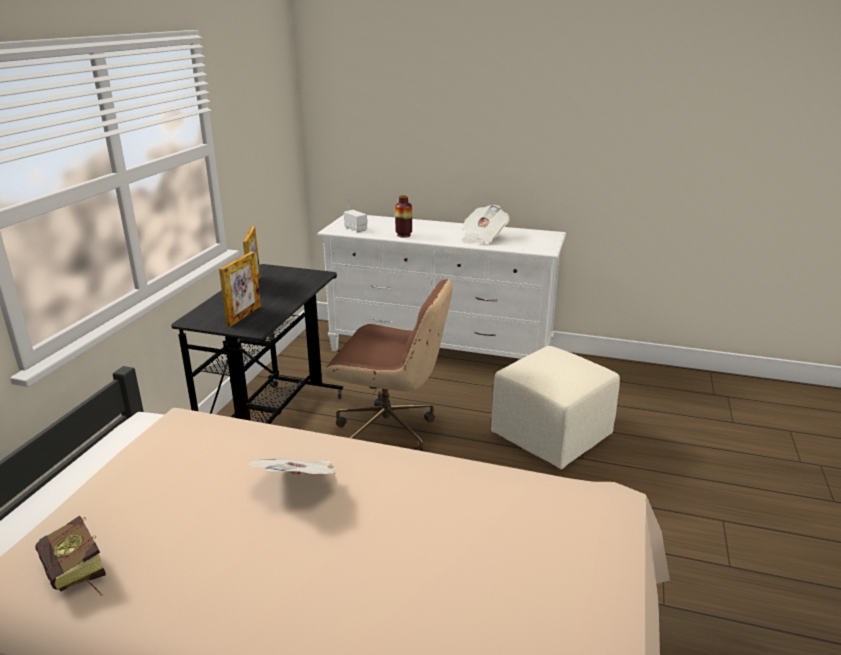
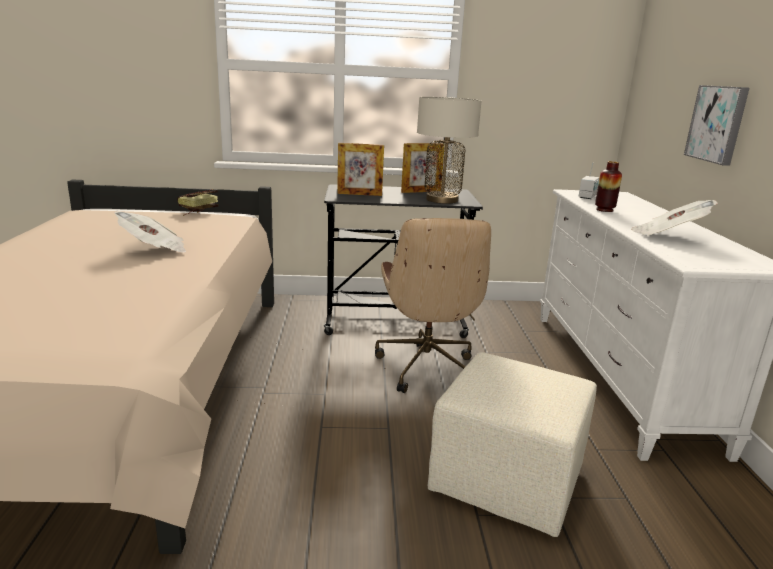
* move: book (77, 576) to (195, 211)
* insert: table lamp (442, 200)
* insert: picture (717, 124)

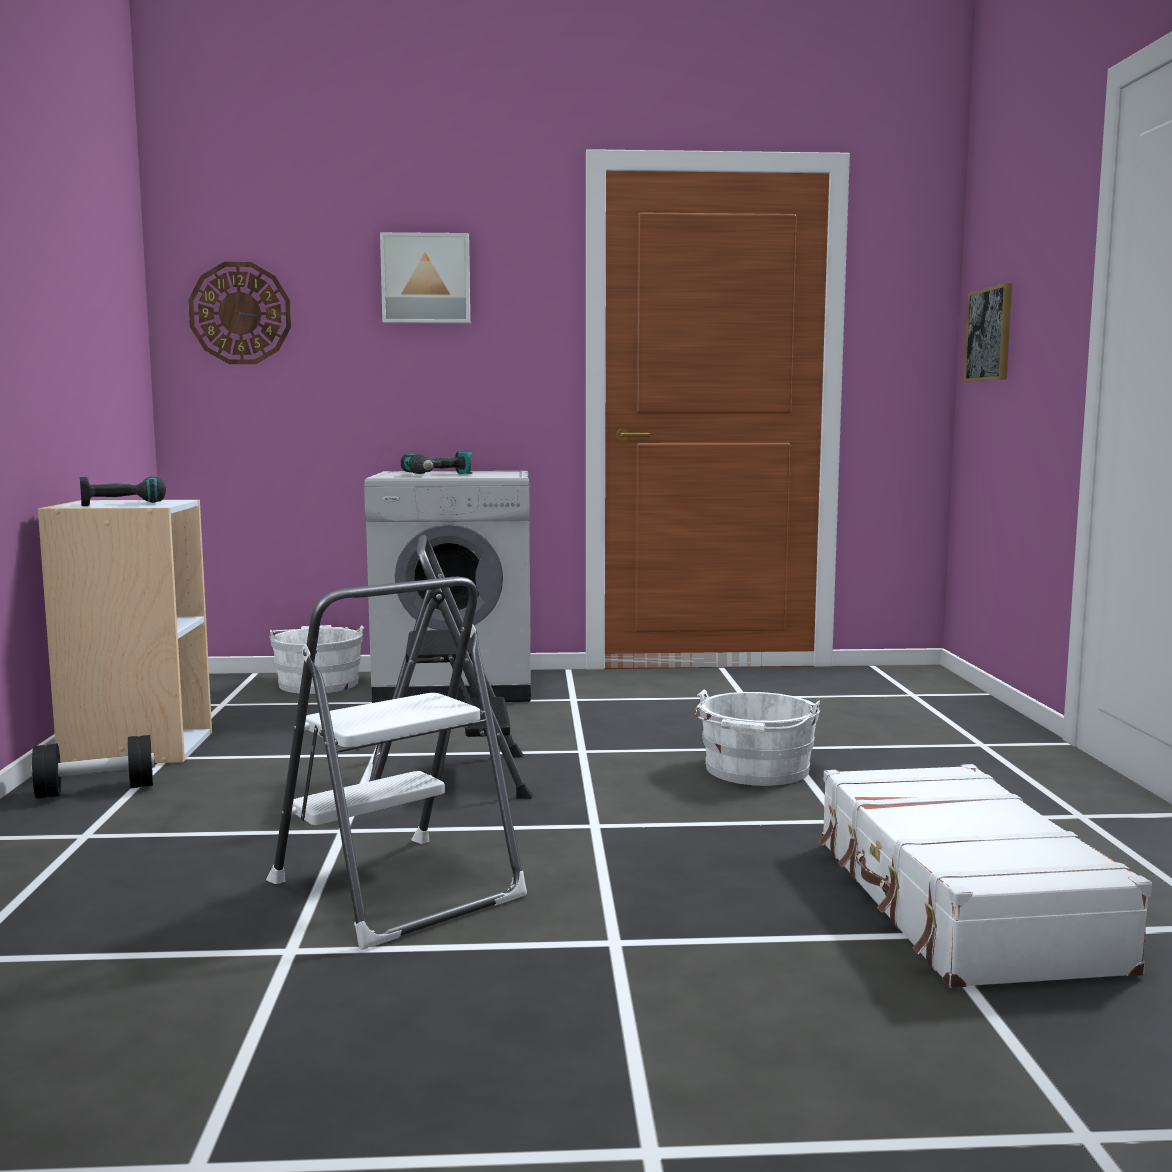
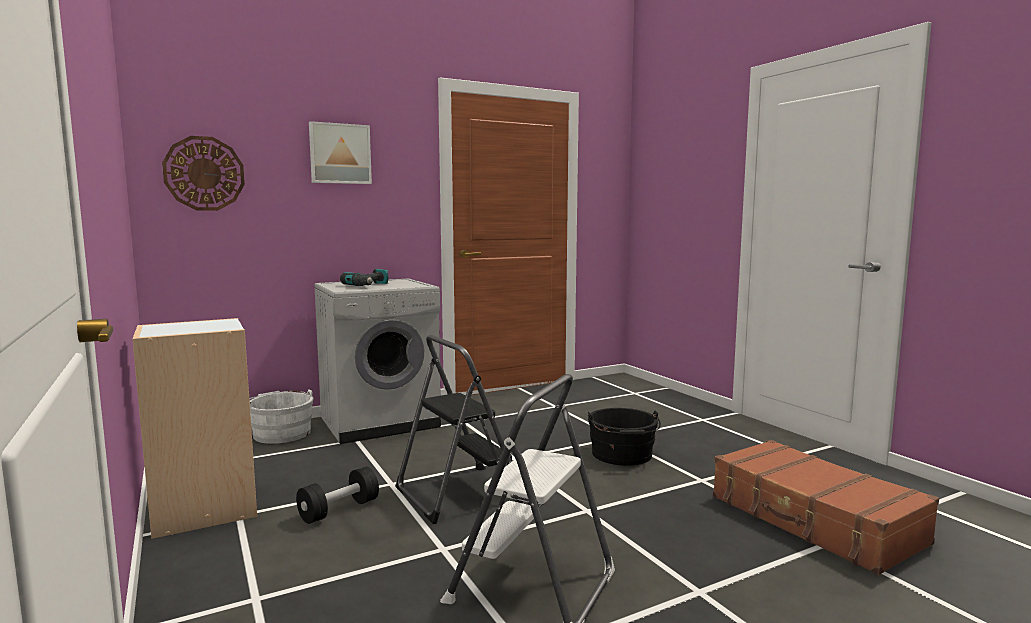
* move: black dumbbell (96, 791) to (339, 510)
* recolor: white bucket (755, 771) to black bucket (622, 455)
* recolor: white suitcase (958, 903) to brown suitcase (814, 520)
* delete: power drill (124, 503)
* delete: picture (990, 334)

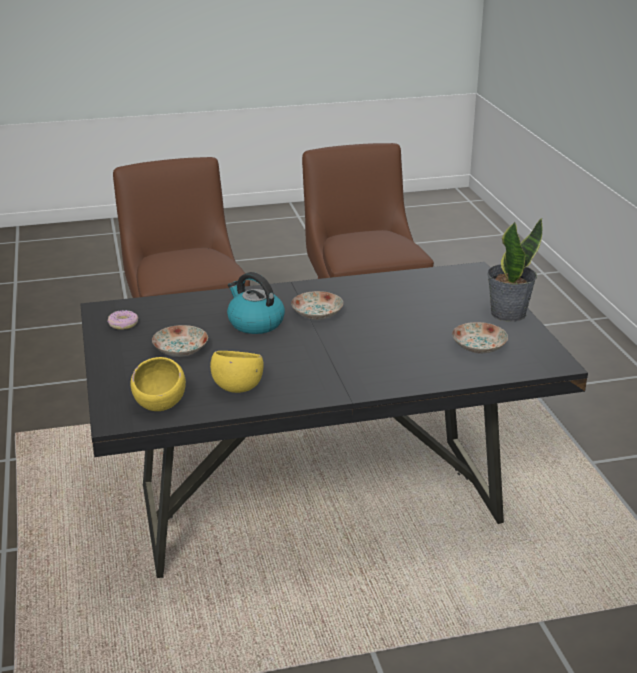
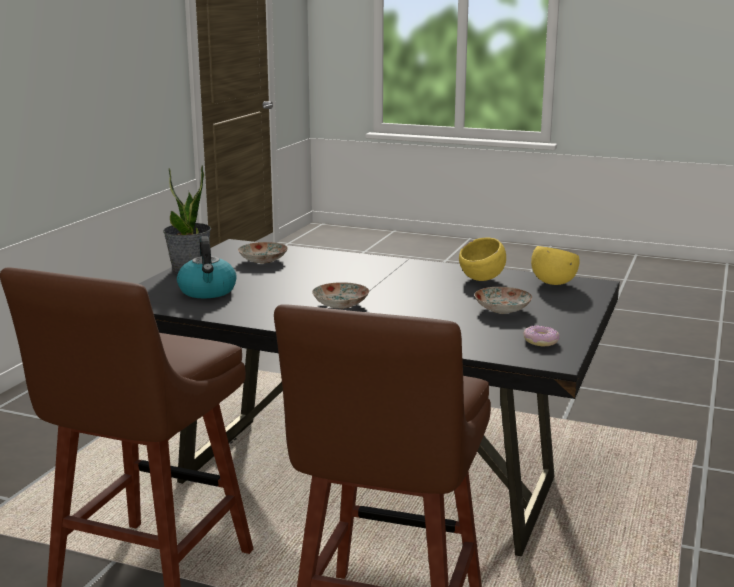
* move: kettle (255, 323) to (208, 291)

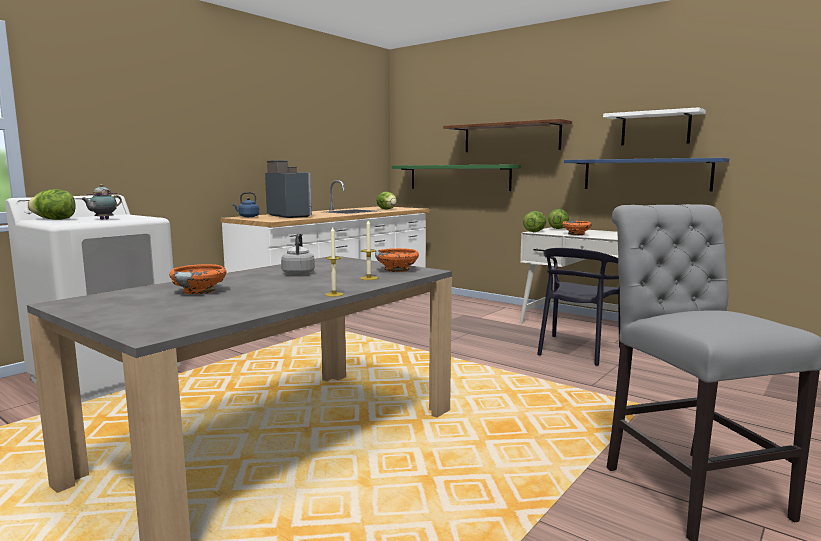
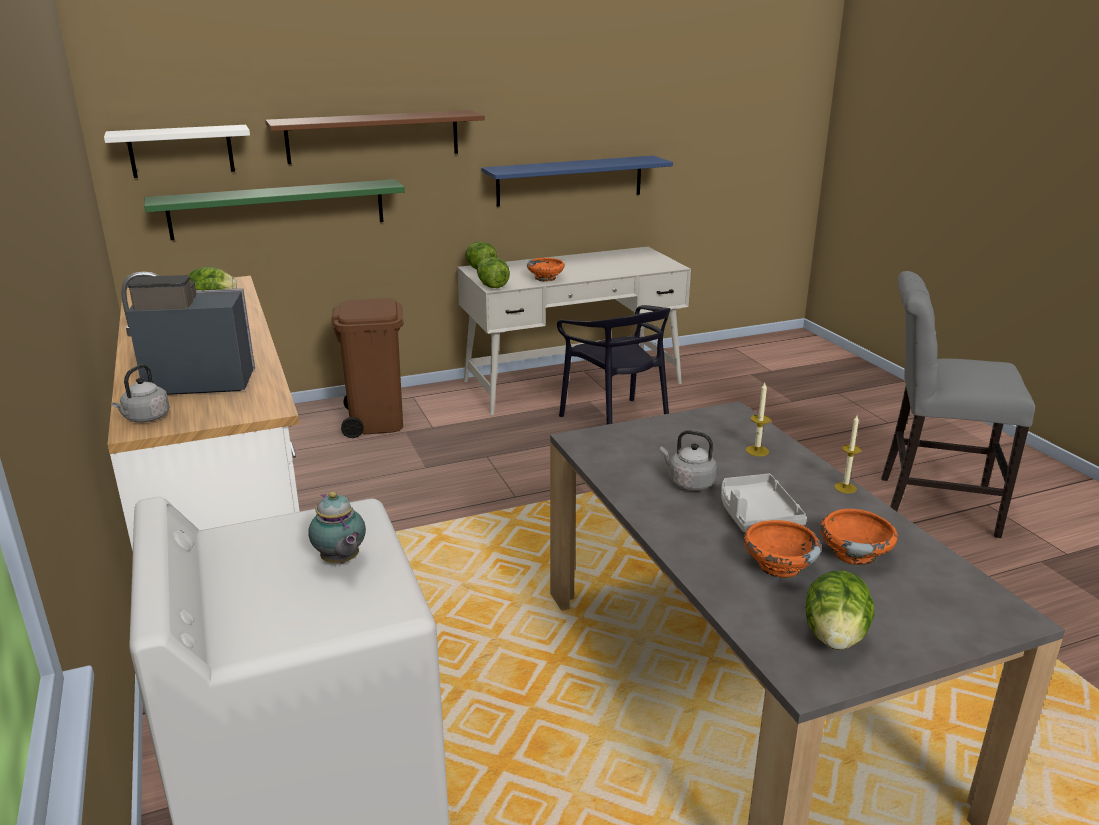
* move: white shelf (655, 128) to (181, 151)
* recolor: blue kettle (247, 217) to grey kettle (145, 418)
* insert: brown trash can (376, 421)
* insert: grey tray (756, 514)
* move: lettuce (55, 219) to (835, 637)
* move: orange bowl (397, 270) to (855, 554)

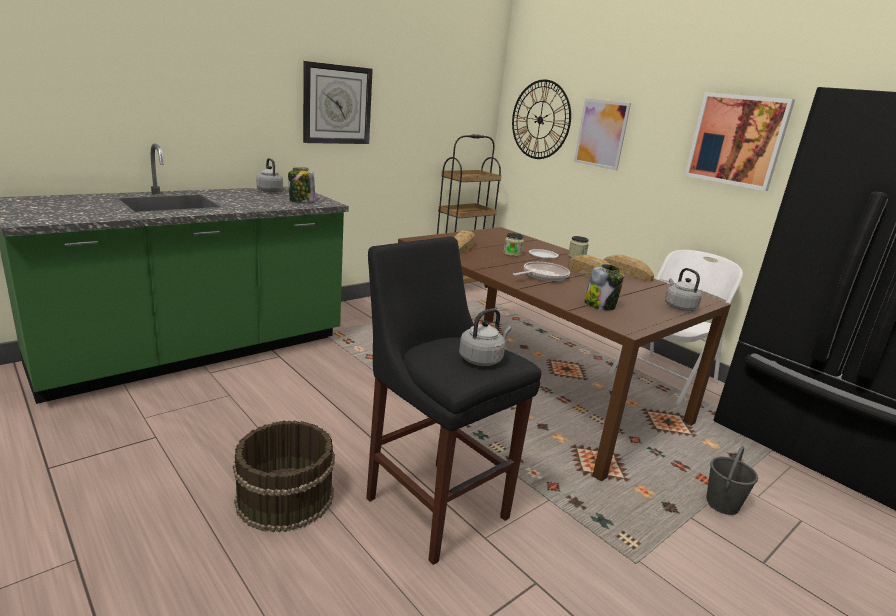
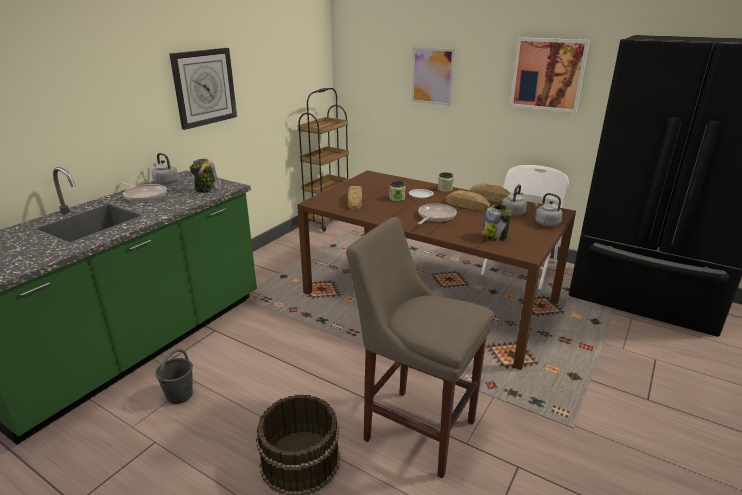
* insert: frying pan (144, 195)
* move: grey bucket (722, 504) to (180, 395)
* recolor: black stool (433, 503) to beige stool (415, 427)
* move: grey kettle (482, 359) to (513, 212)
* delete: wall clock (540, 120)

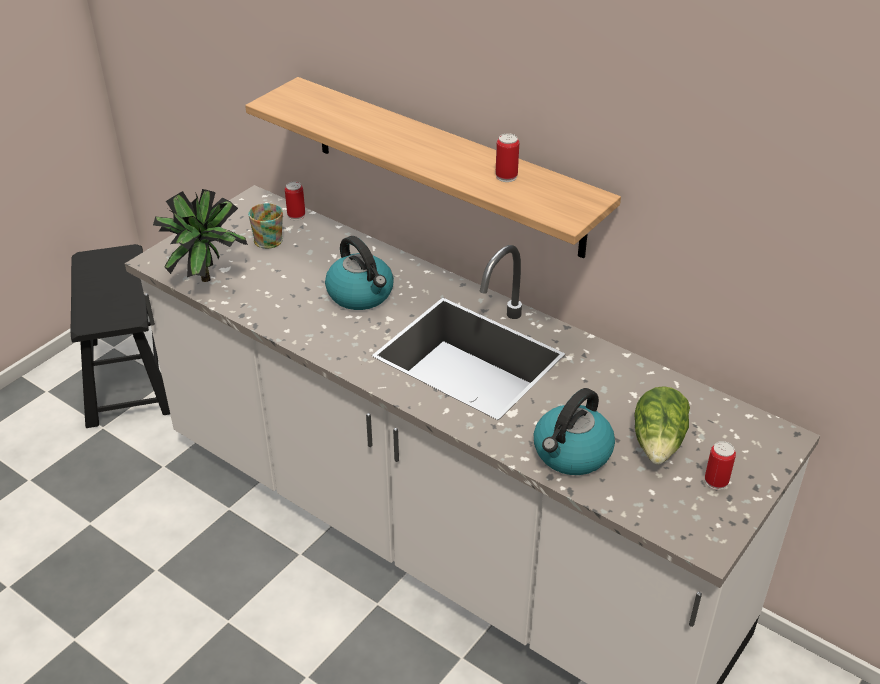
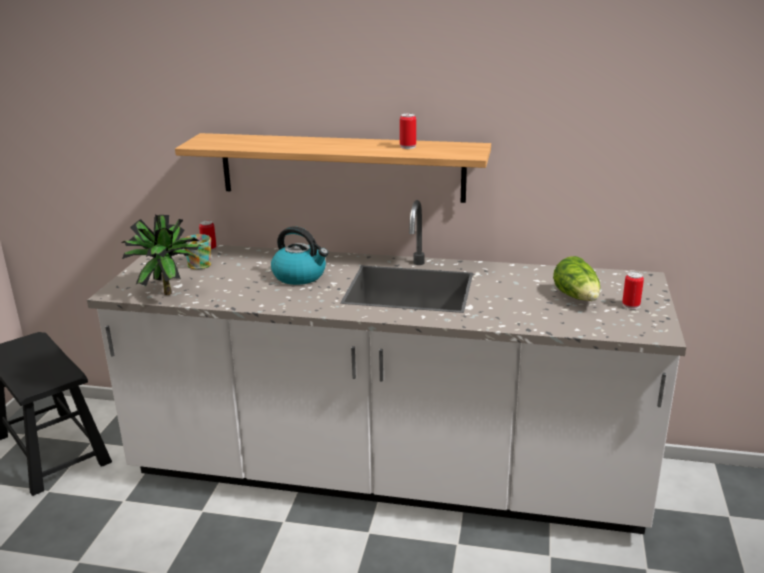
* delete: kettle (571, 453)

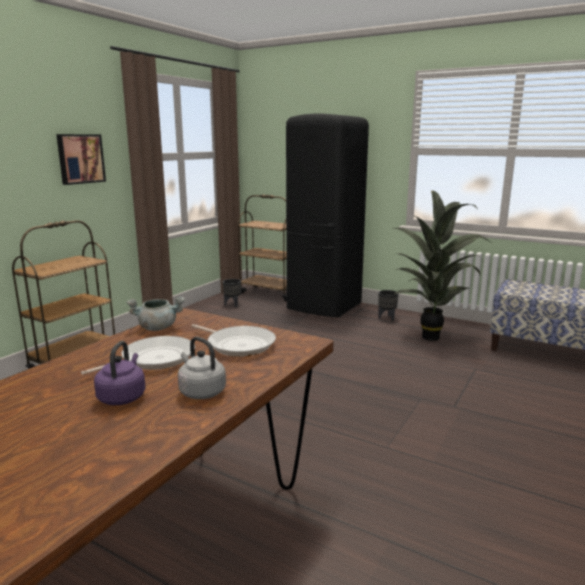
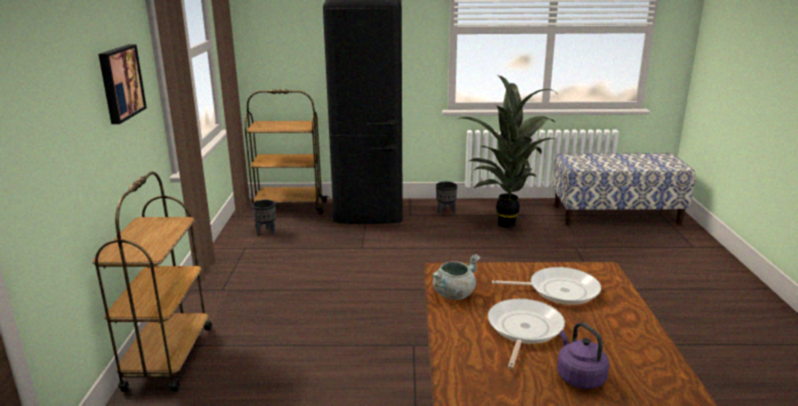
* delete: grey kettle (201, 391)

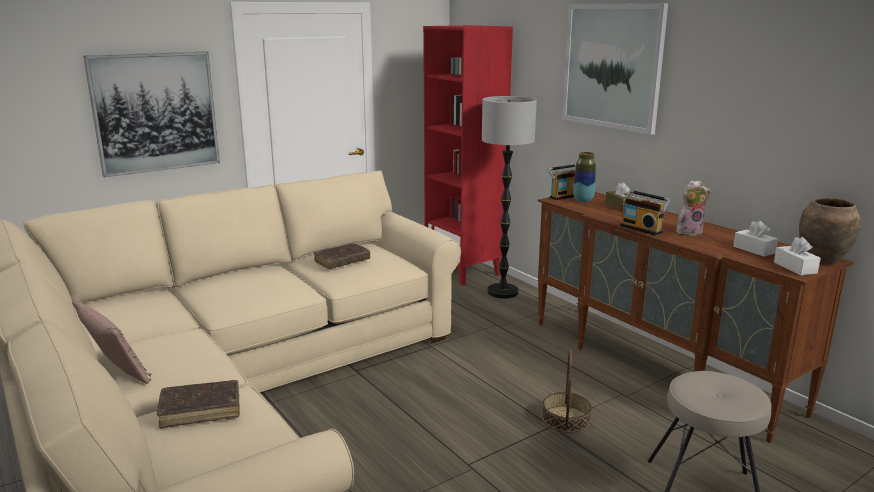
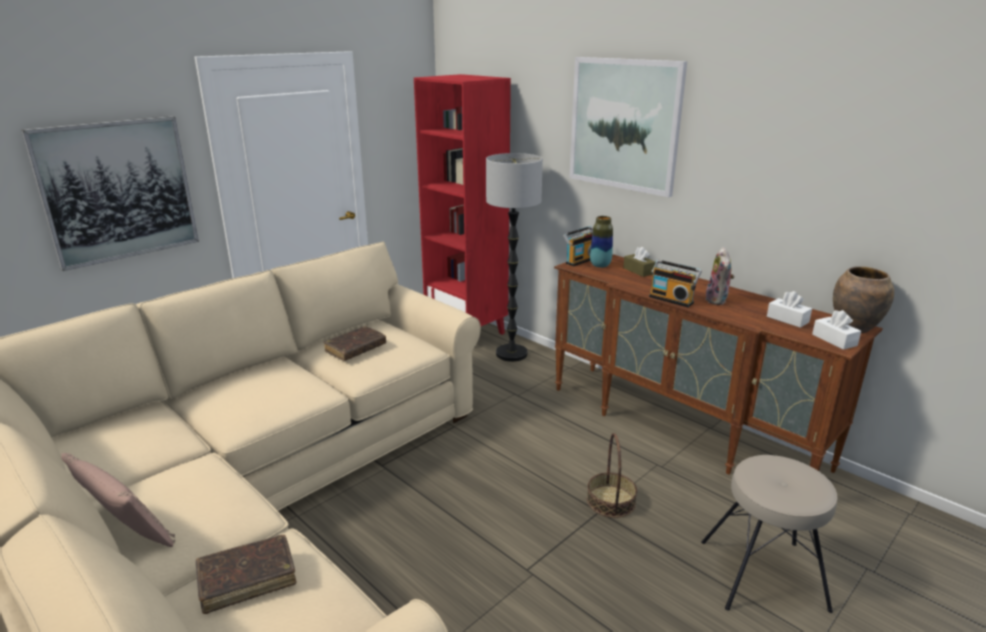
* rotate: plush toy (689, 232) = (718, 300) 120 degrees clockwise

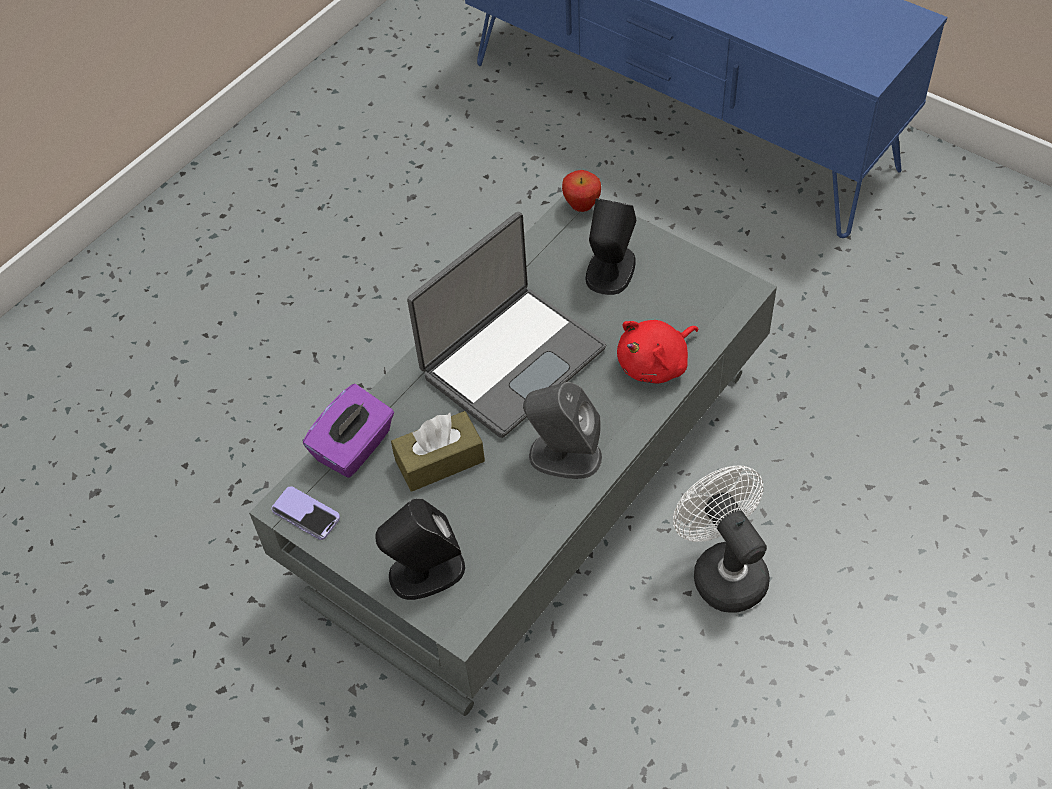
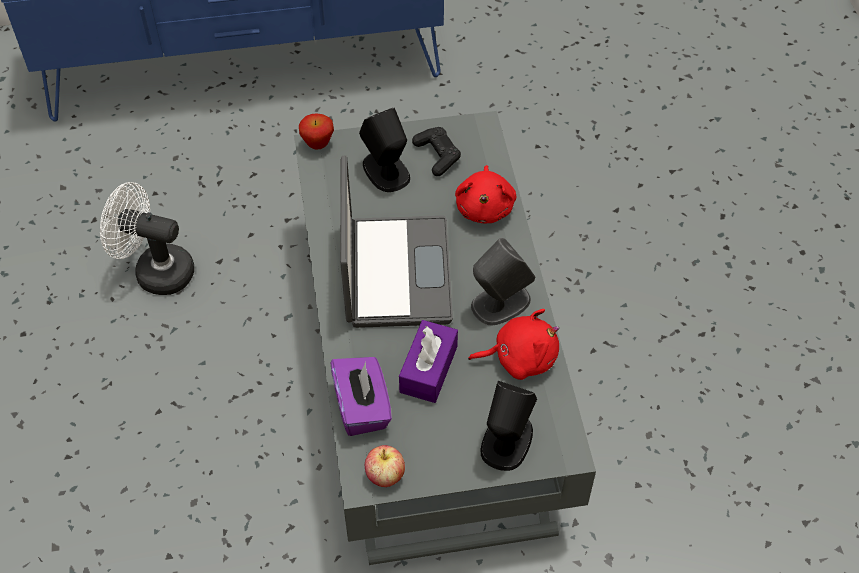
* move: white fan (723, 570) to (156, 271)
* replace: phone (306, 514) to apple (385, 475)
* recolor: brown tissue box (440, 461) to purple tissue box (428, 369)
* insert: black game controller (437, 155)
* insert: red plush toy (520, 358)

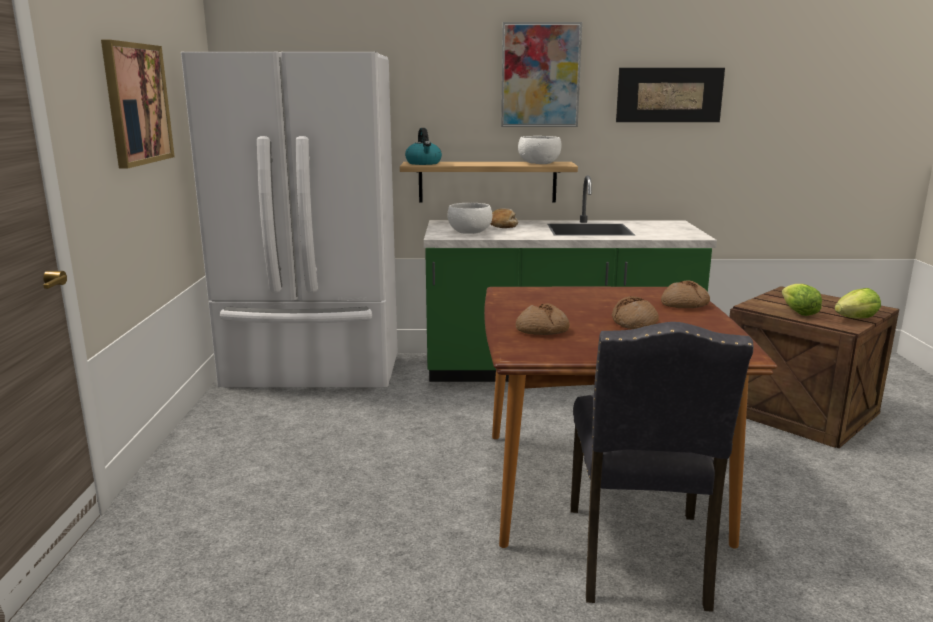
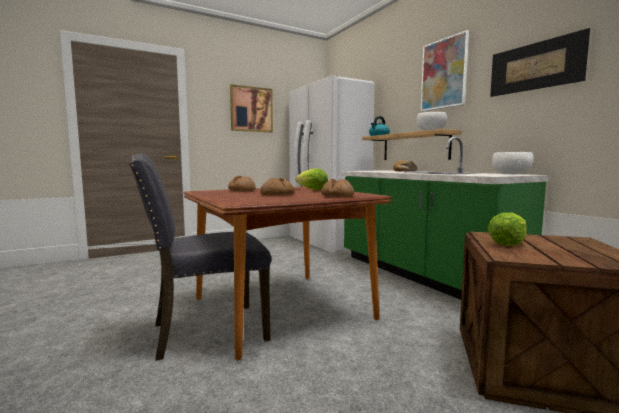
* move: lettuce (855, 319) to (312, 190)
* move: white bowl (470, 232) to (511, 174)

